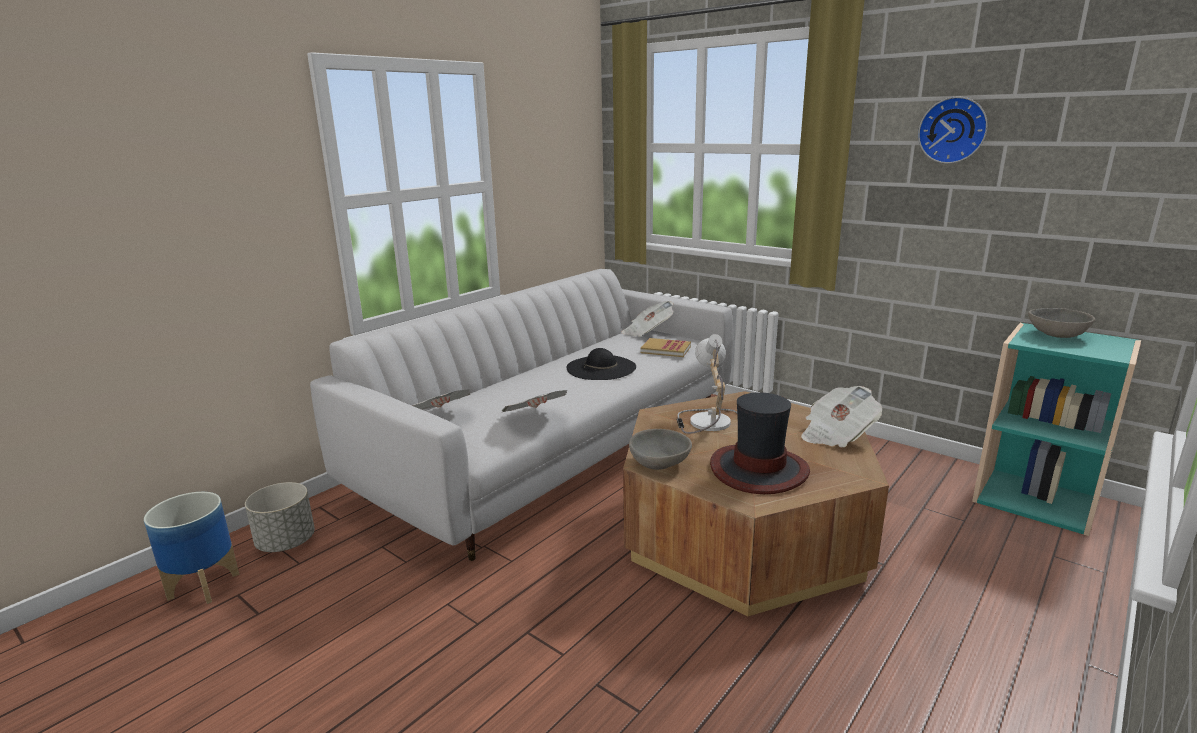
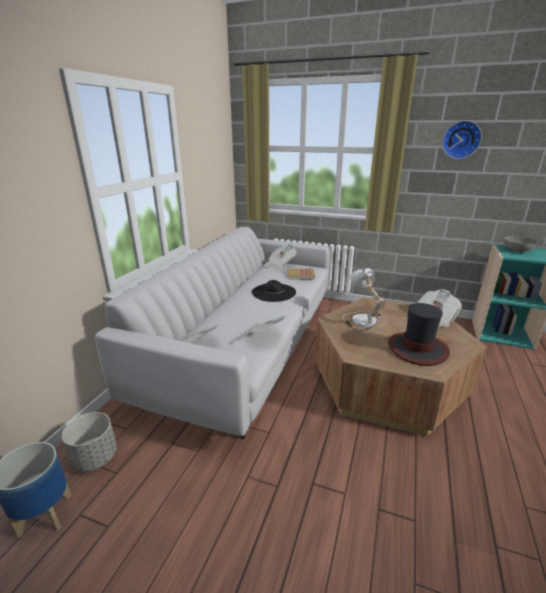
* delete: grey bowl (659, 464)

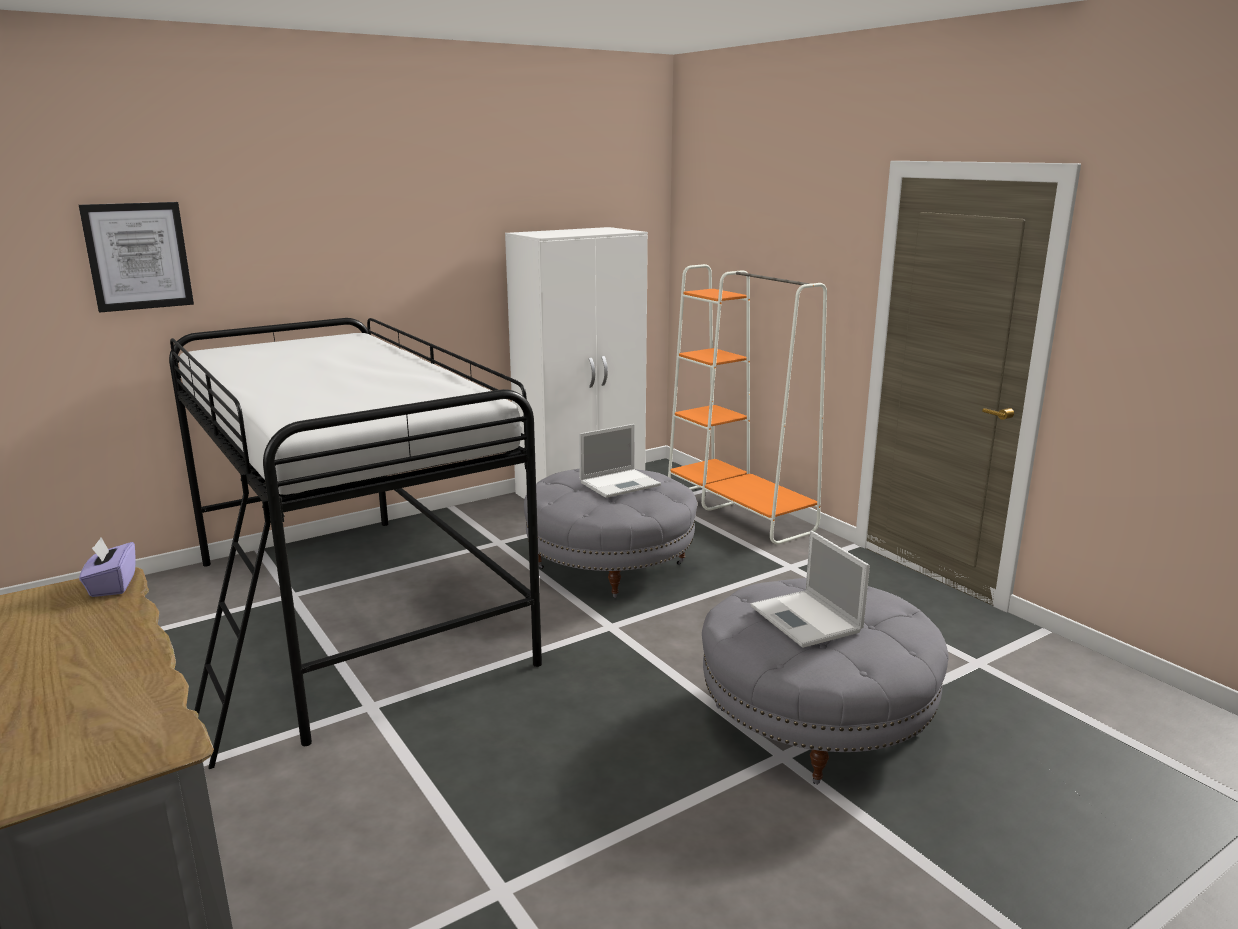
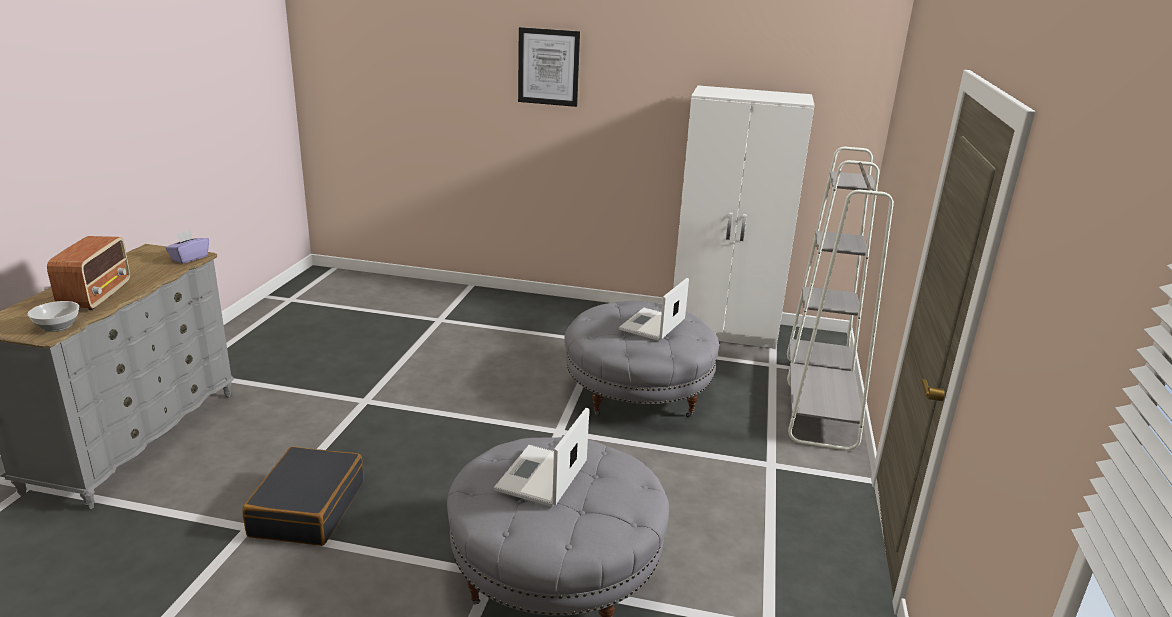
* insert: bowl (58, 326)
* insert: radio (97, 295)
* insert: black suitcase (307, 509)
* move: picture (138, 256) to (548, 67)
* rotate: laptop (621, 483) = (652, 325) 105 degrees clockwise
* recolor: orange clothes rack (739, 513) to grey clothes rack (818, 403)
* delete: black bed (351, 613)

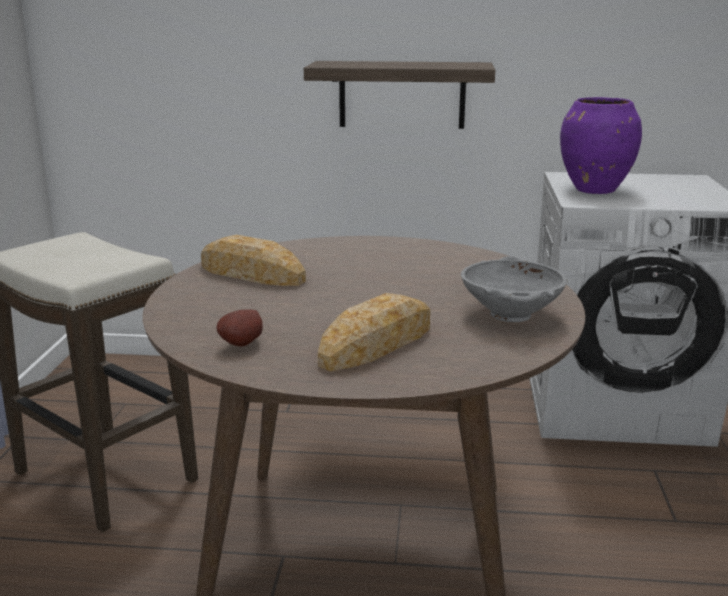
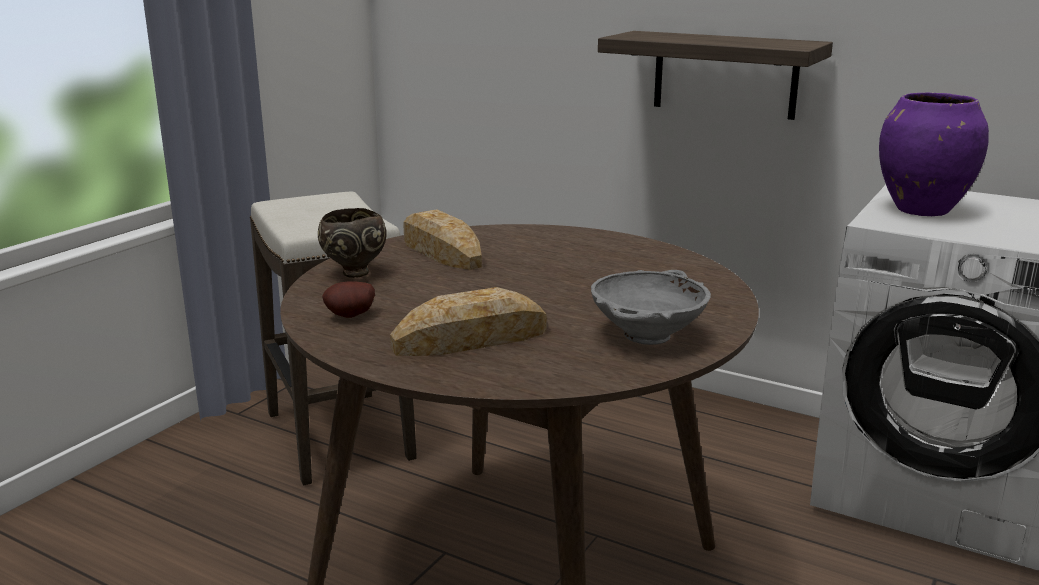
* insert: brown bowl (354, 273)

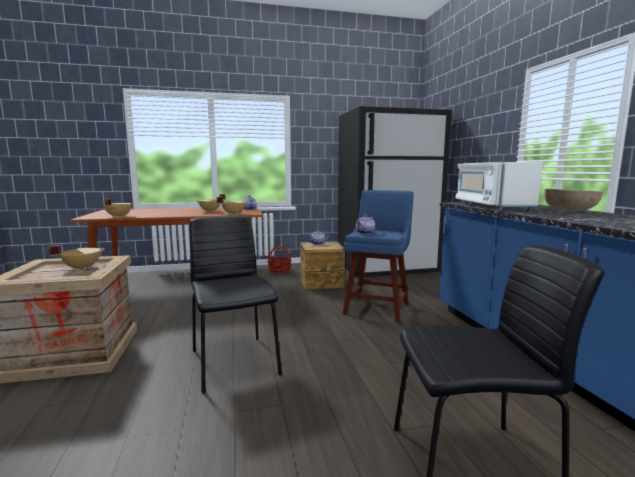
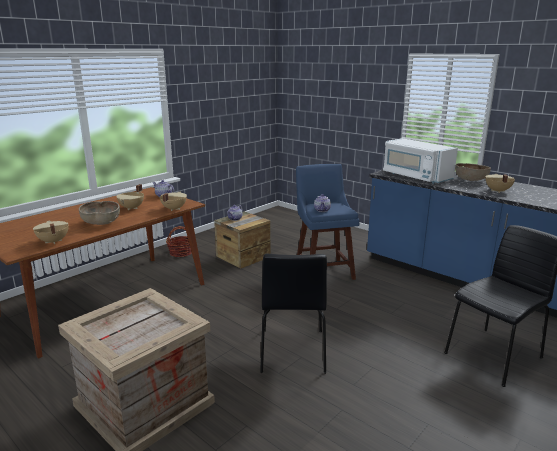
* insert: brown bowl (101, 223)
* rotate: black chair (233, 360) = (293, 352) 120 degrees counterclockwise
* move: beige cooking pot (82, 268) to (497, 191)
* delete: black fridge (387, 266)

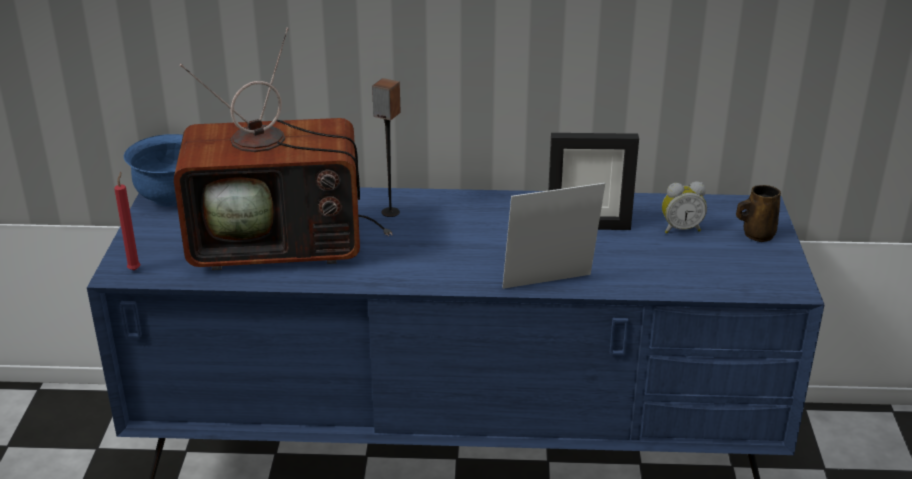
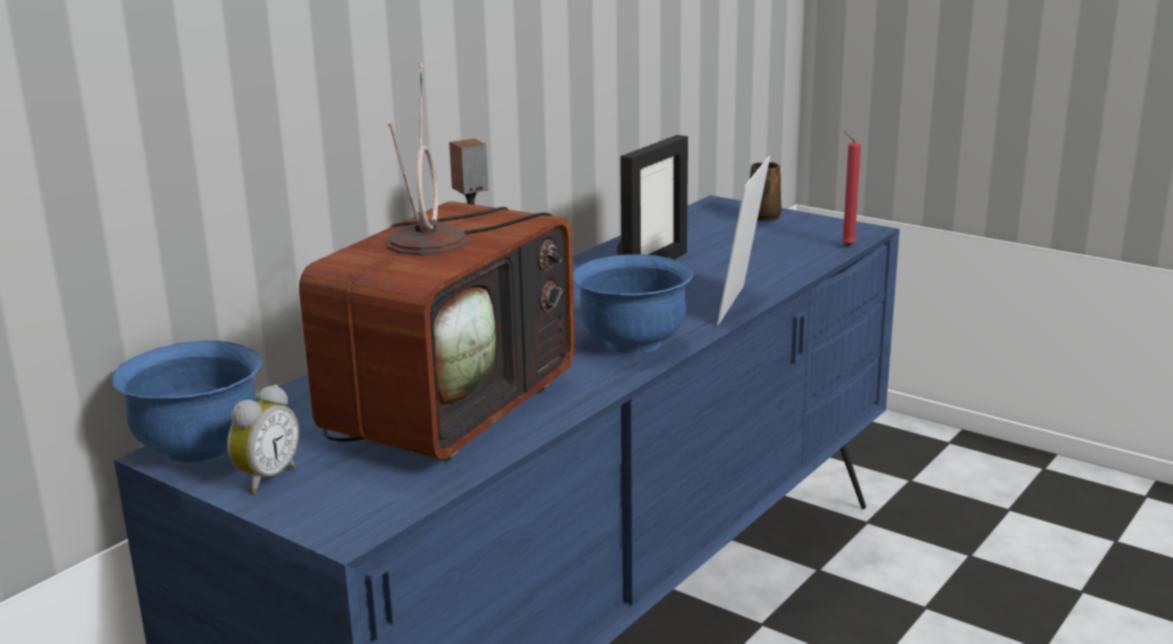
* move: alarm clock (680, 229) to (265, 478)
* insert: blue bowl (632, 343)
* move: red candle (135, 269) to (846, 246)

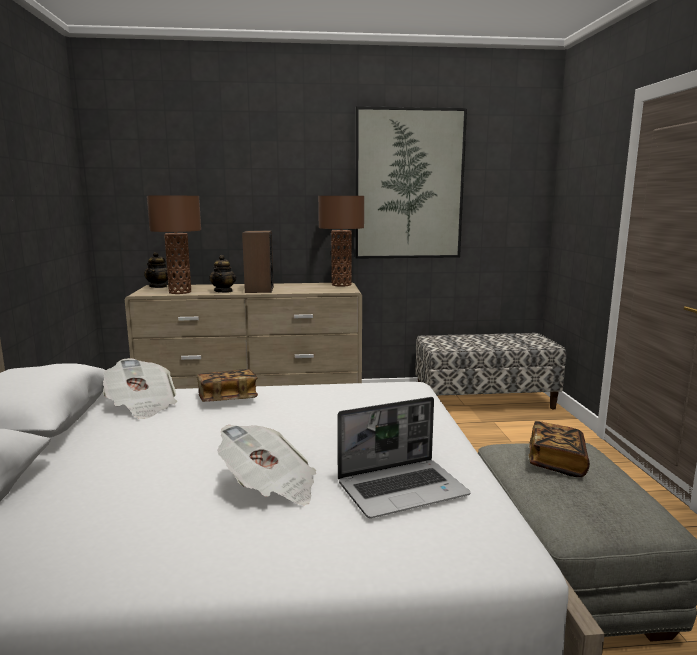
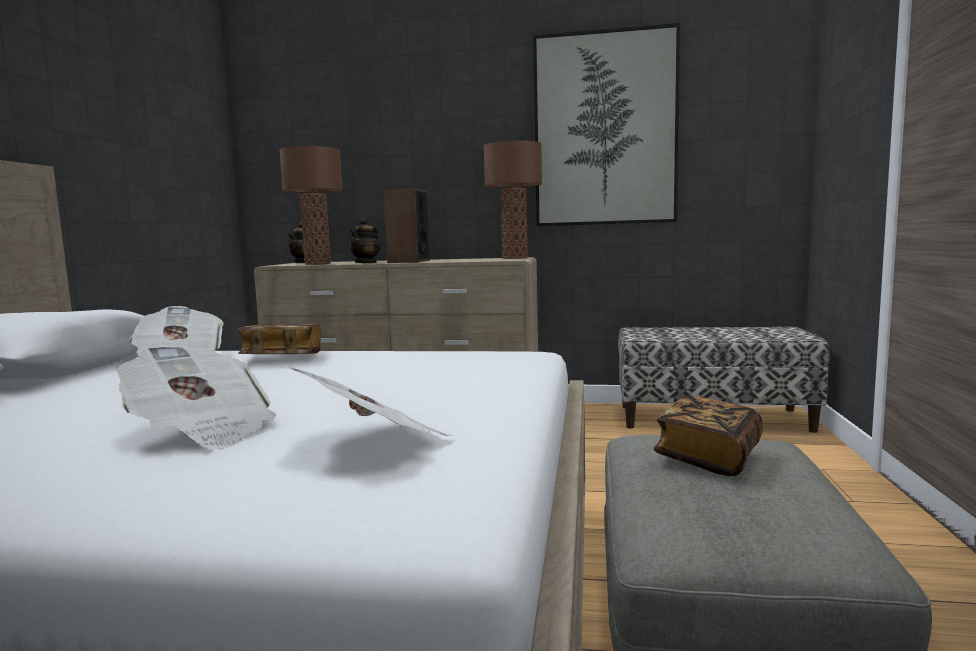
* replace: laptop (403, 489) to newspaper (374, 444)

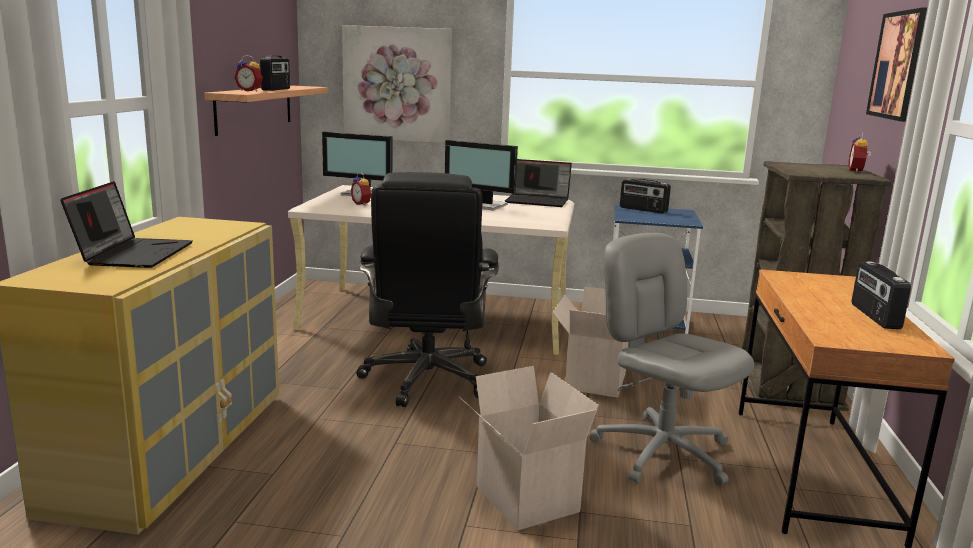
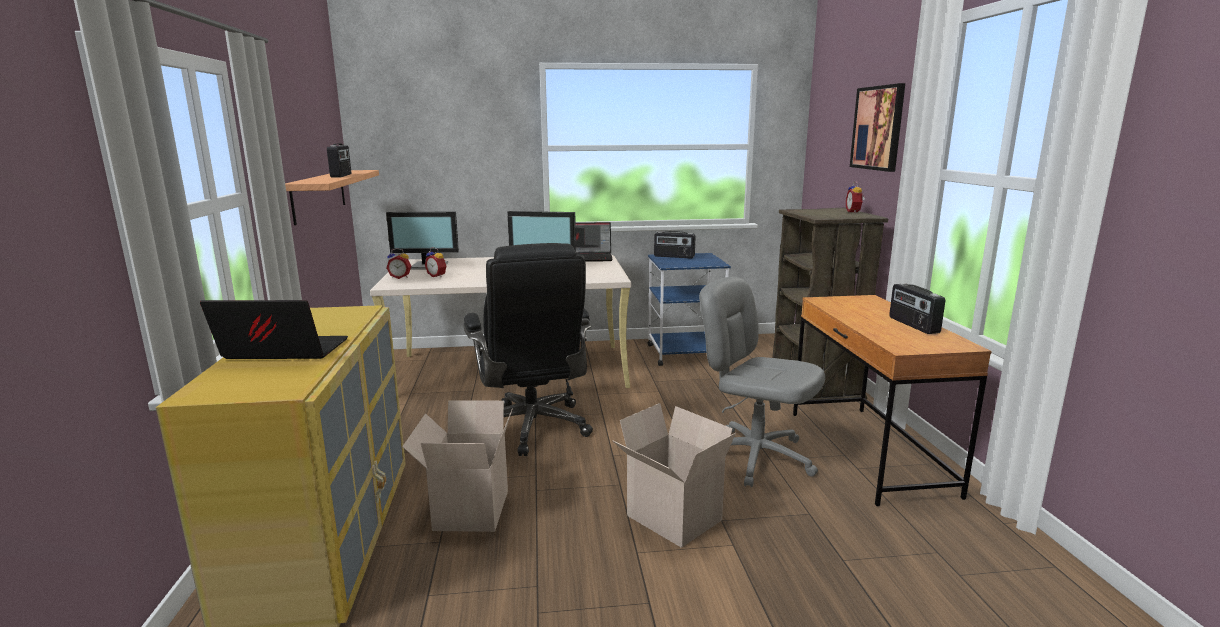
* rotate: laptop (134, 253) = (281, 352) 75 degrees counterclockwise
* move: alarm clock (250, 91) to (400, 277)
* move: cardboard box (593, 380) to (469, 509)
* delete: picture (397, 84)

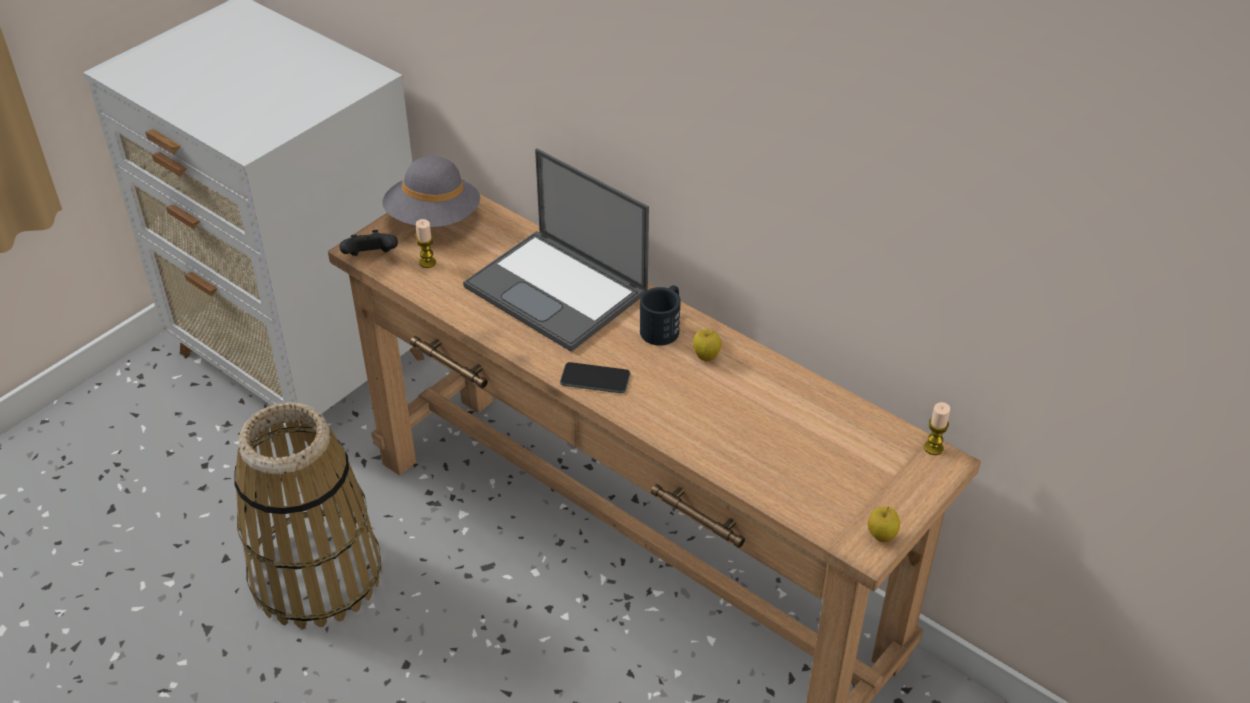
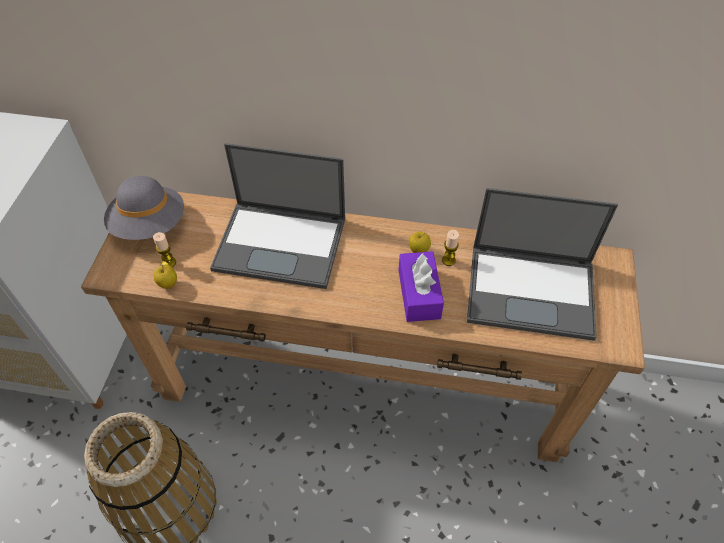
* move: apple (881, 536) to (168, 284)
* insert: purple tissue box (419, 294)
* move: candle (933, 448) to (448, 260)
* insert: laptop (532, 291)
* delete: black game controller (371, 258)
* delete: phone (595, 379)
* delete: black mug (663, 326)

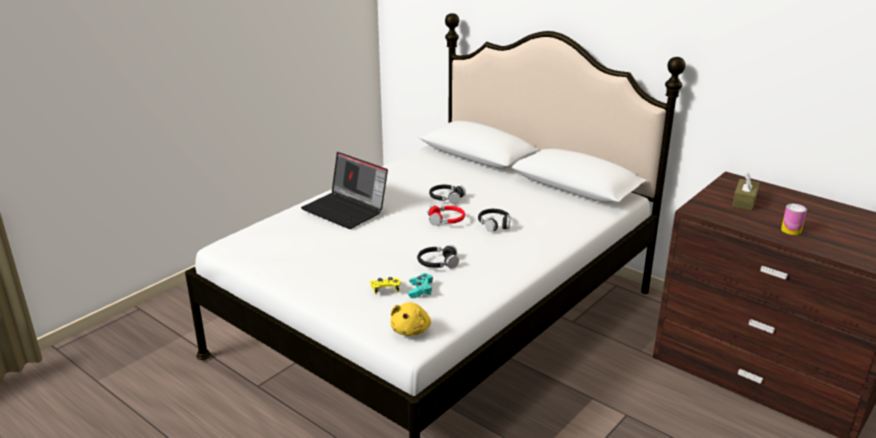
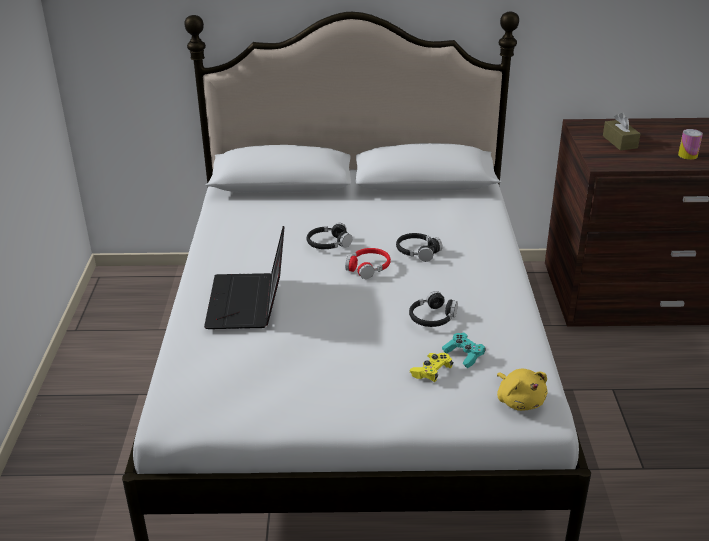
* rotate: laptop (346, 210) = (249, 303) 90 degrees clockwise

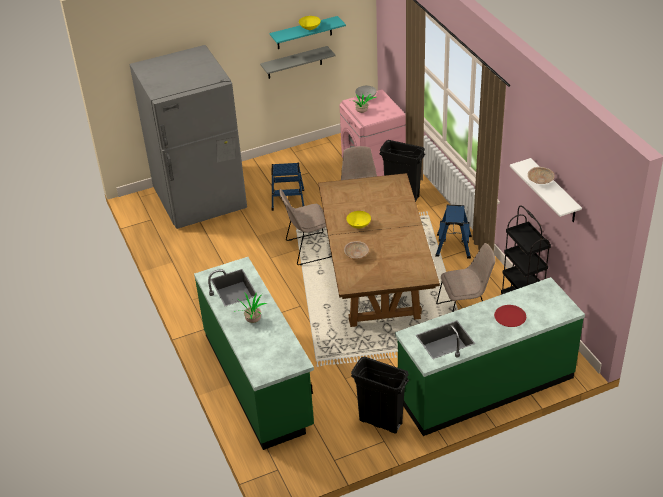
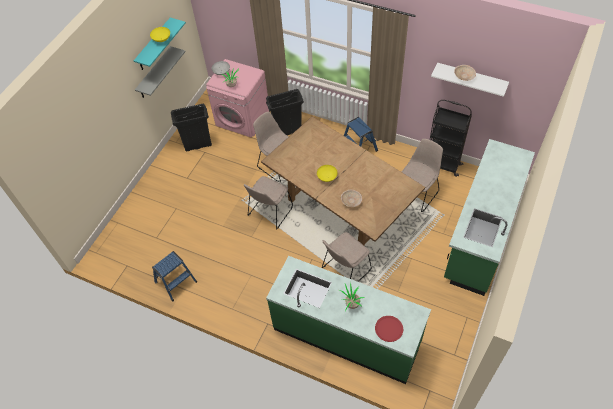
* move: blue step ladder (288, 199) to (176, 281)
* move: black trash can (380, 421) to (197, 145)
* insert: beige chair (345, 270)
* move: red plate (510, 316) to (389, 329)
* delete: grey fridge (200, 198)

